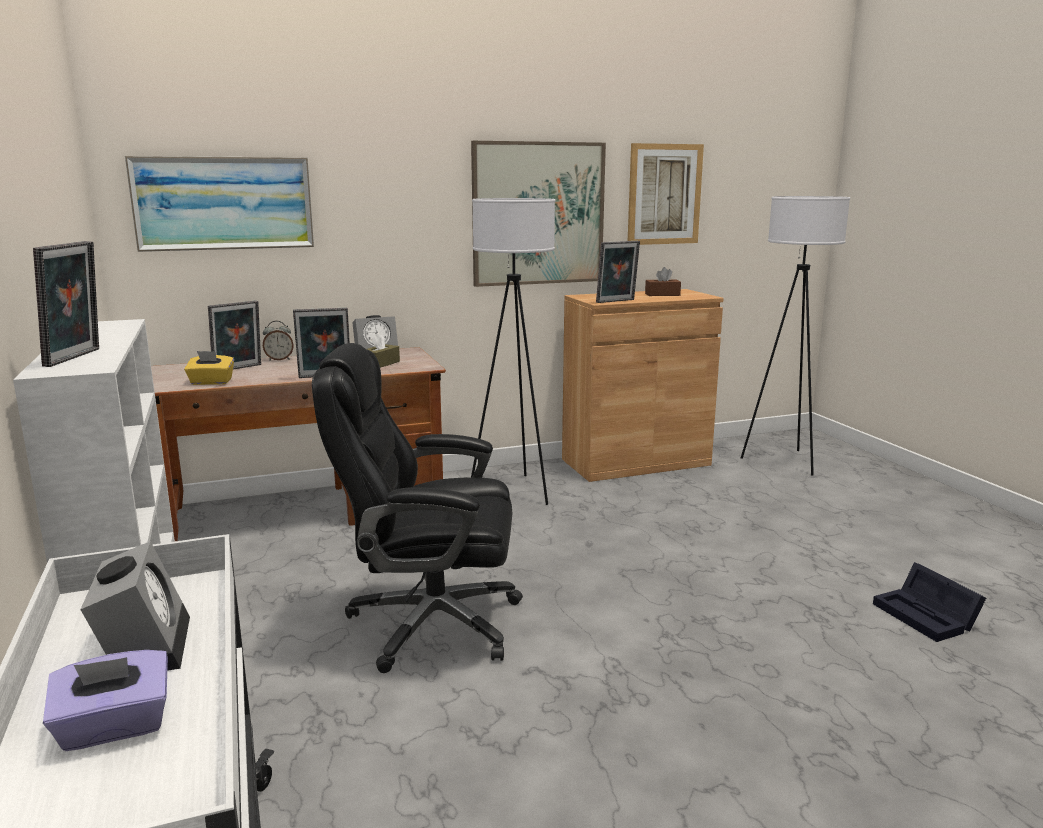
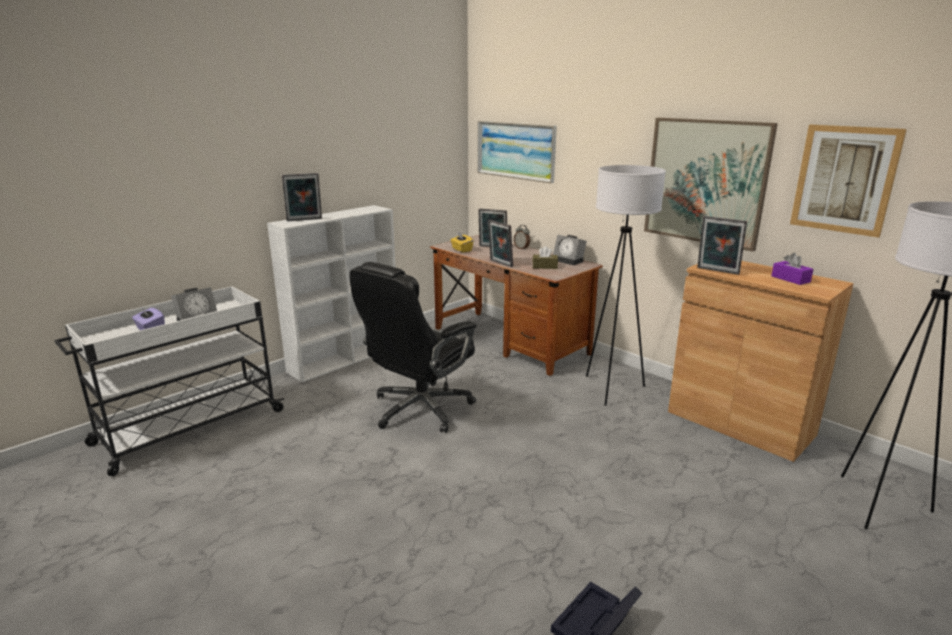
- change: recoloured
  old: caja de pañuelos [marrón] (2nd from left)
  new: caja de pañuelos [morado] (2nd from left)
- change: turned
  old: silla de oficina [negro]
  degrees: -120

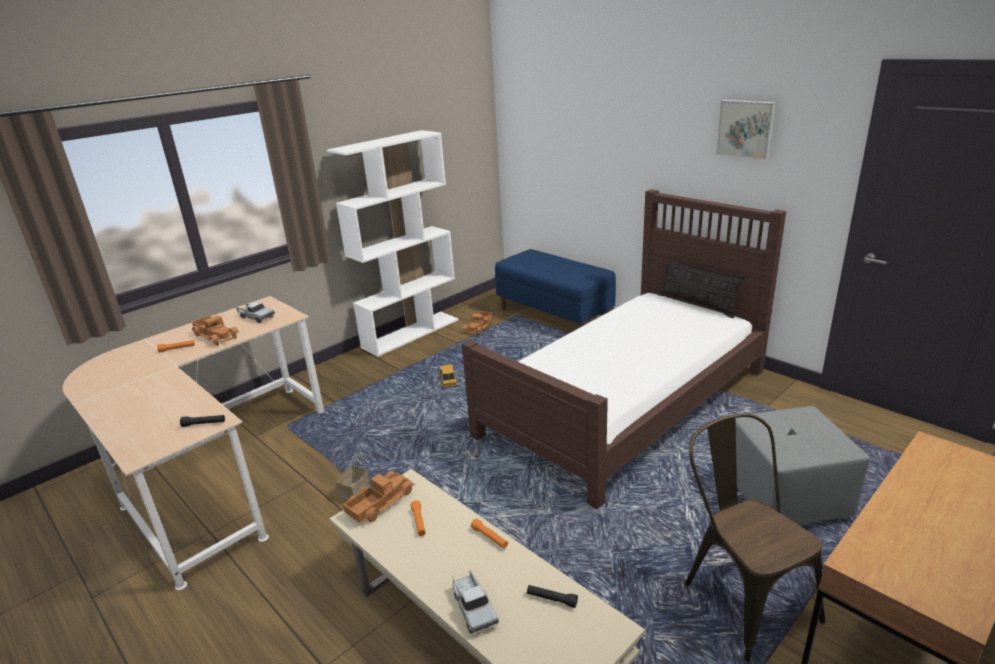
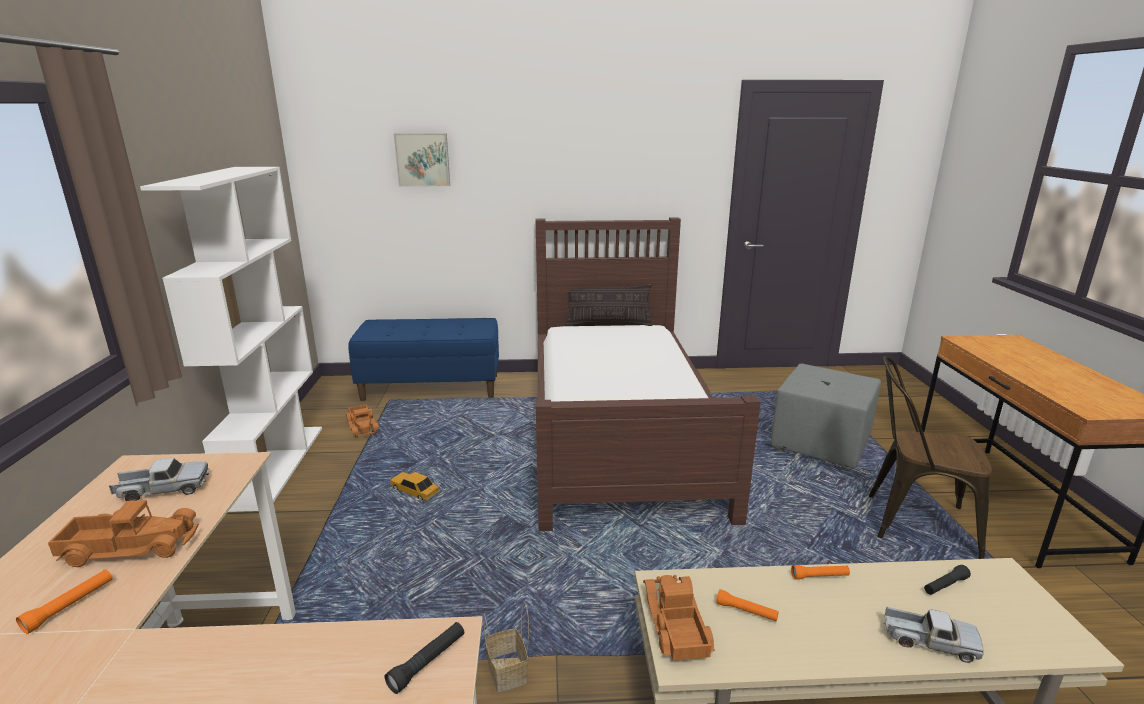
- change: moved
  old: cuadro

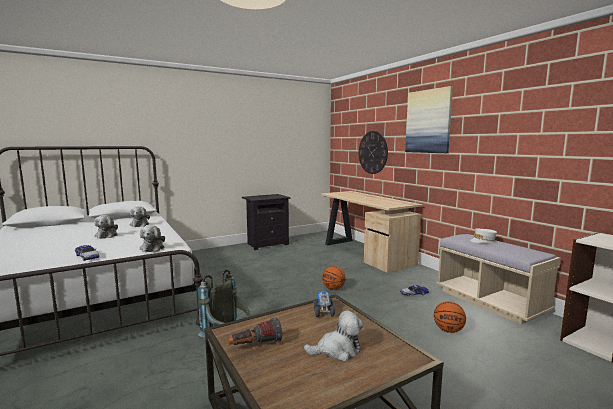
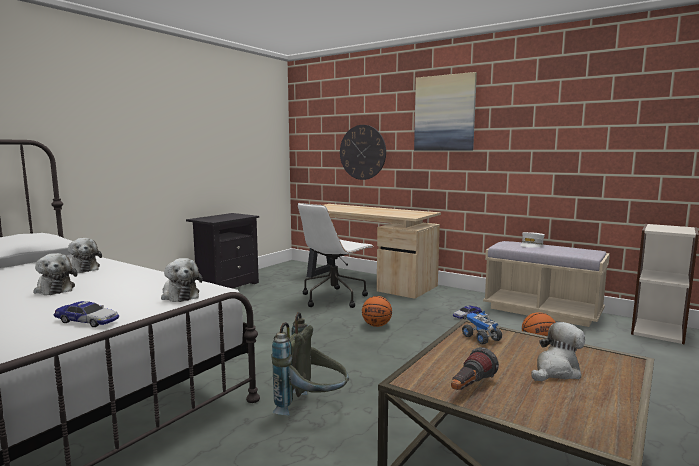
- change: added
  new: silla de oficina [blanco]

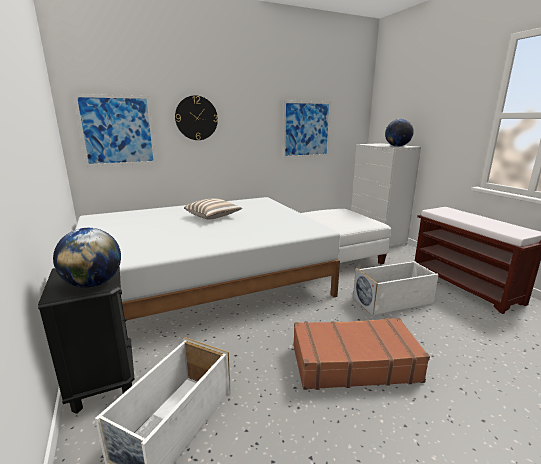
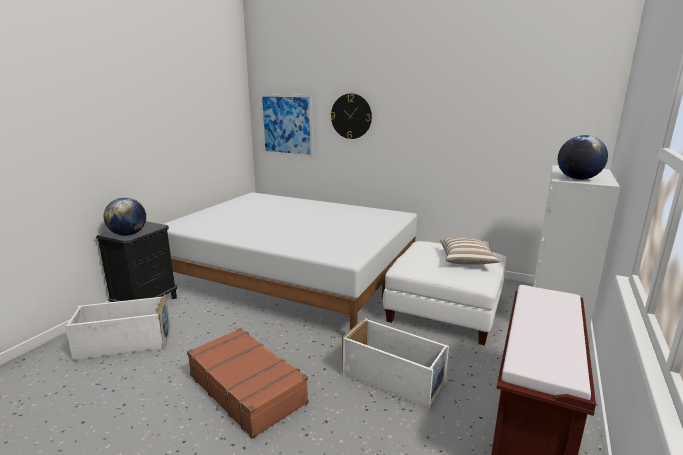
- change: removed
  old: cuadro (2nd from left)
- change: moved
  old: cojín

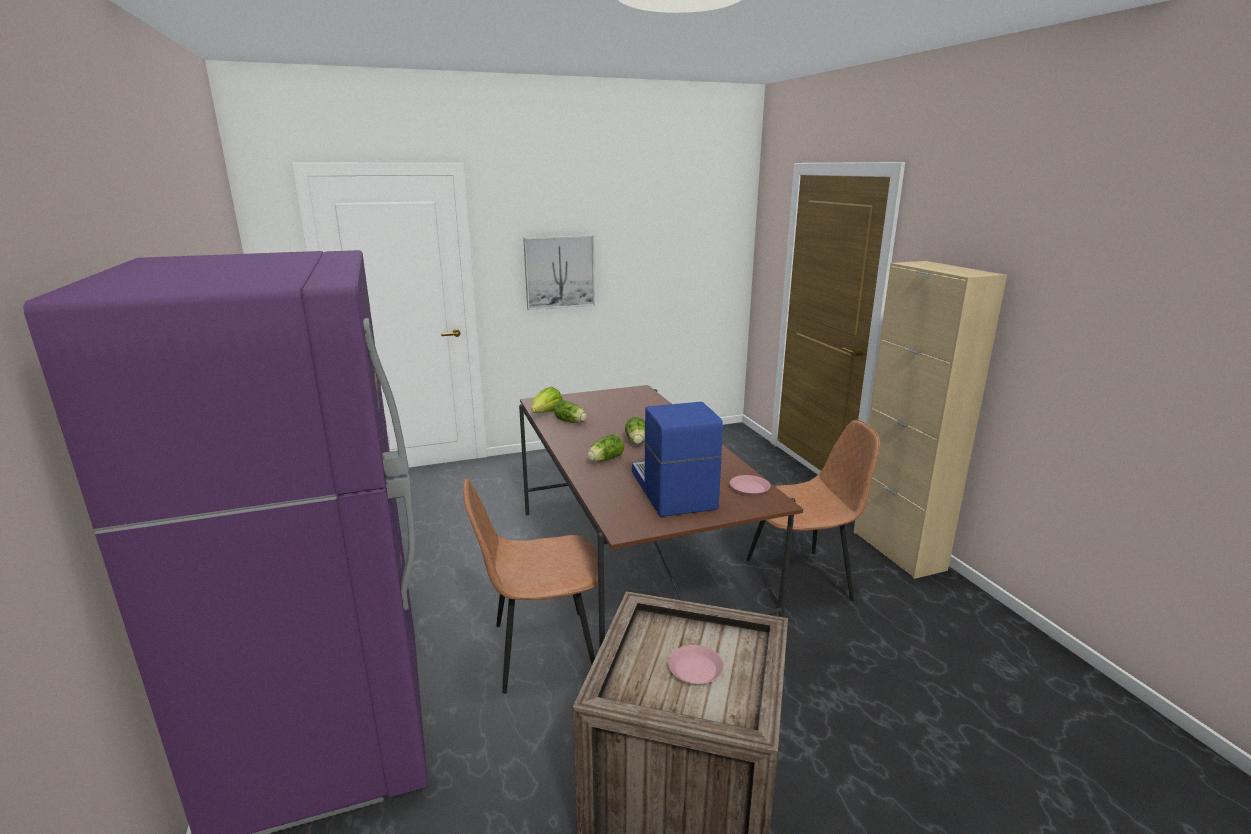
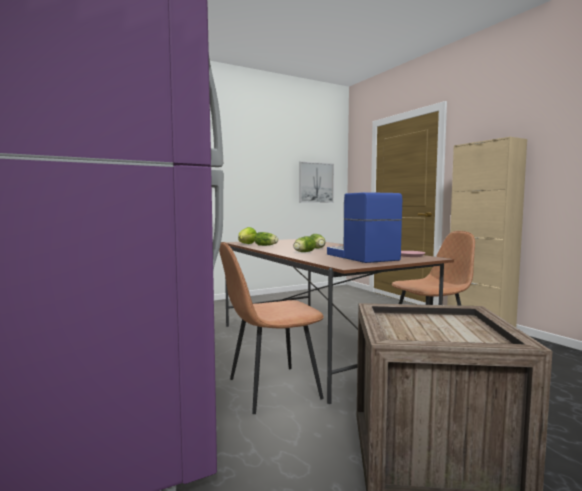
- change: moved
  old: cuadro
- change: removed
  old: plato [rosa] (1st from left)

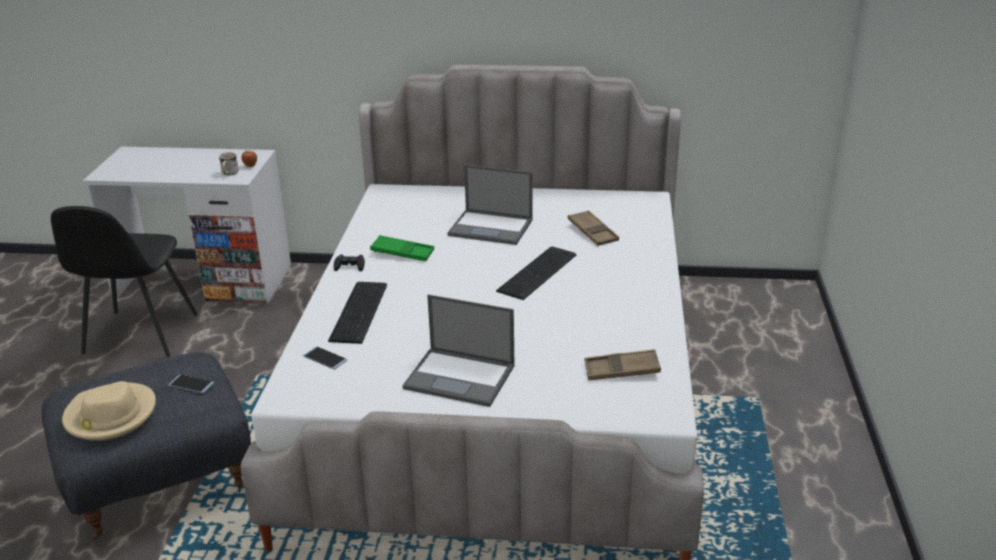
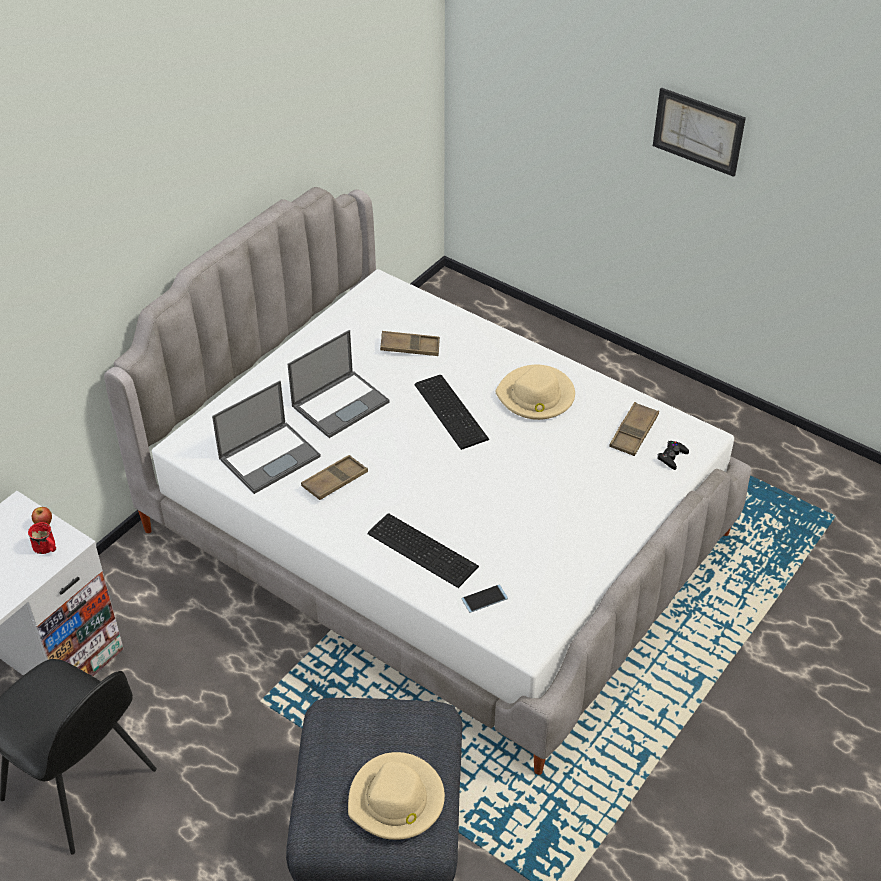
- change: recoloured
  old: taza grande [blanco]
  new: taza grande [rojo]
- change: recoloured
  old: bandeja [verde]
  new: bandeja [marrón] (1st from left)
- change: moved
  old: mando de consola [negro]
- change: moved
  old: portátil (1st from left)
- change: removed
  old: móvil (1st from left)
- change: added
  new: cuadro
- change: added
  new: sombrero [beis] (2nd from left)

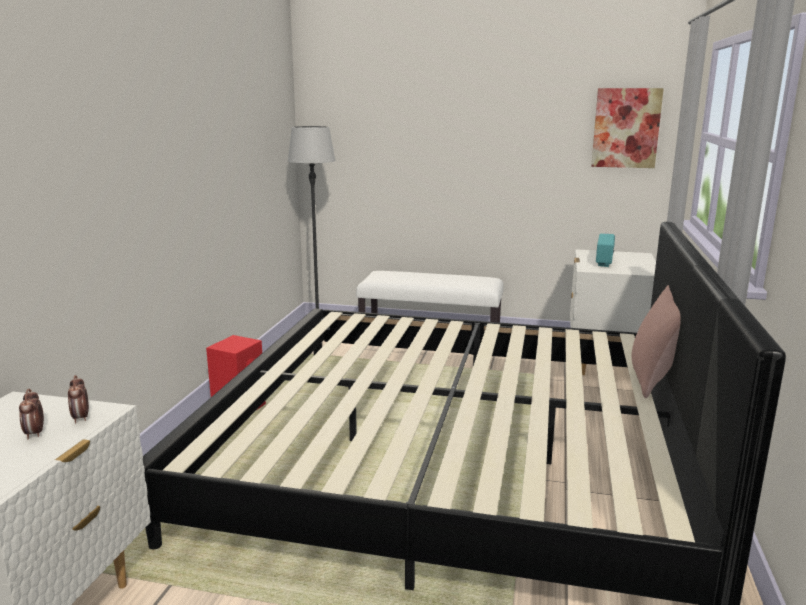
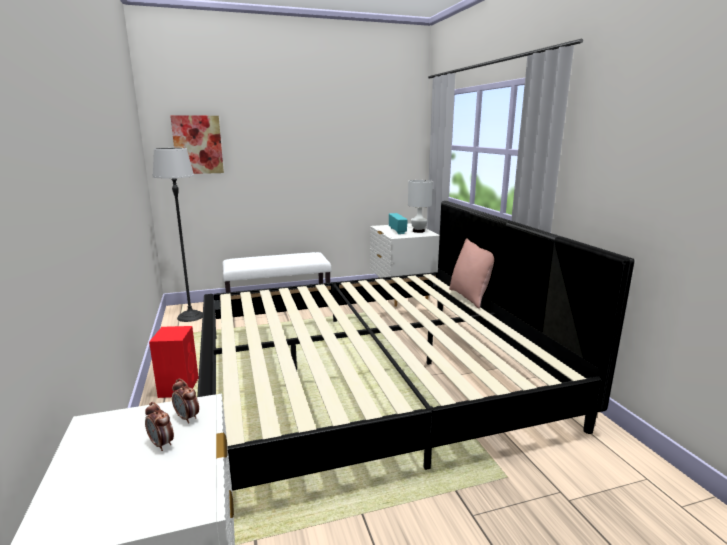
- change: moved
  old: cuadro
- change: added
  new: lámpara de mesa [blanco]

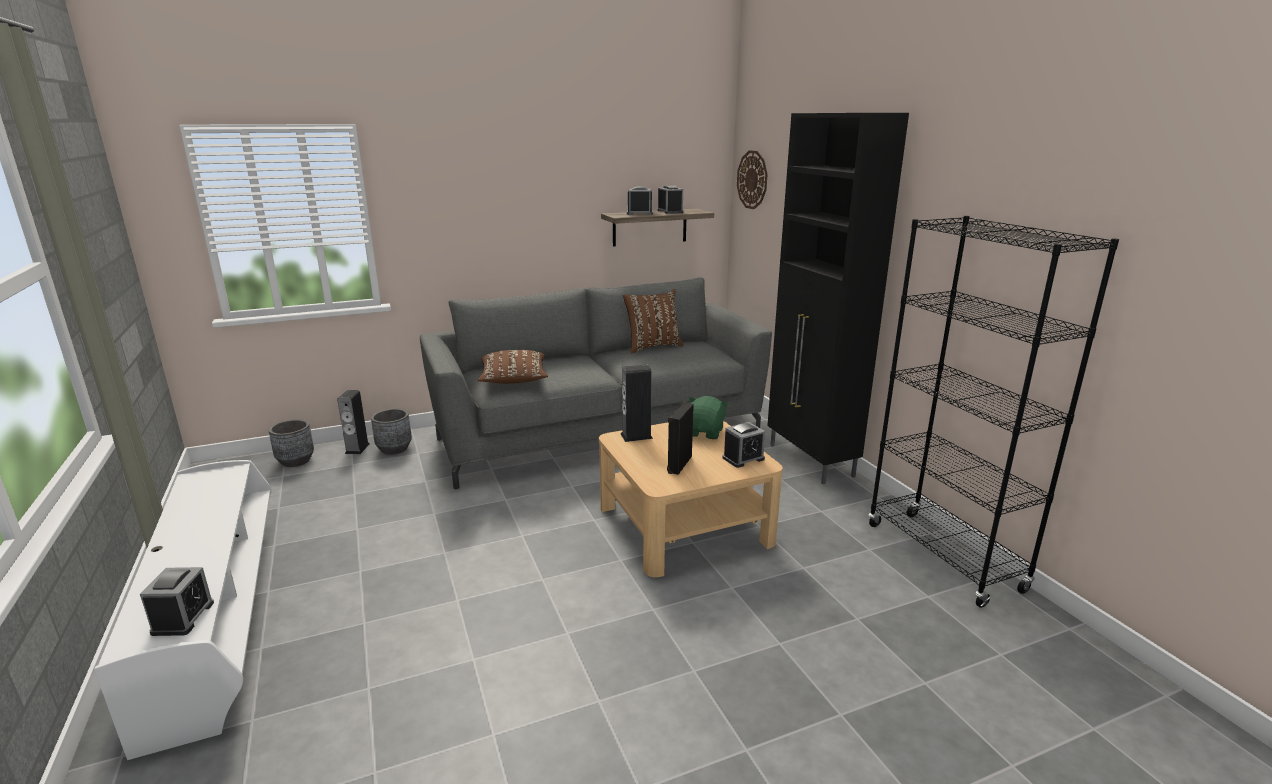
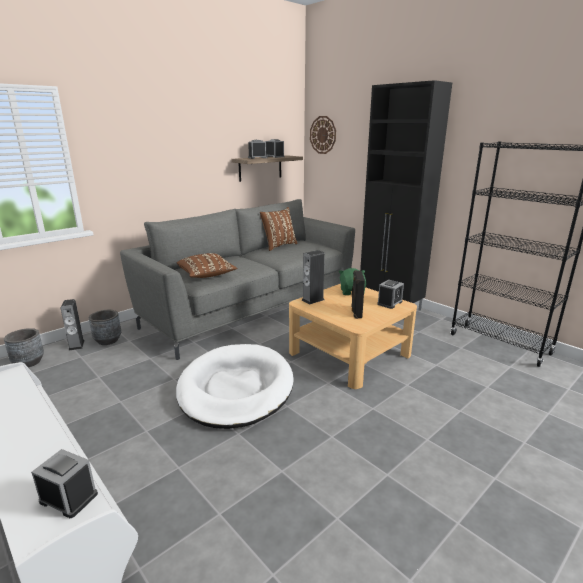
- change: turned
  old: despertador (1st from left)
  degrees: -45
- change: added
  new: cama para perro [blanco]

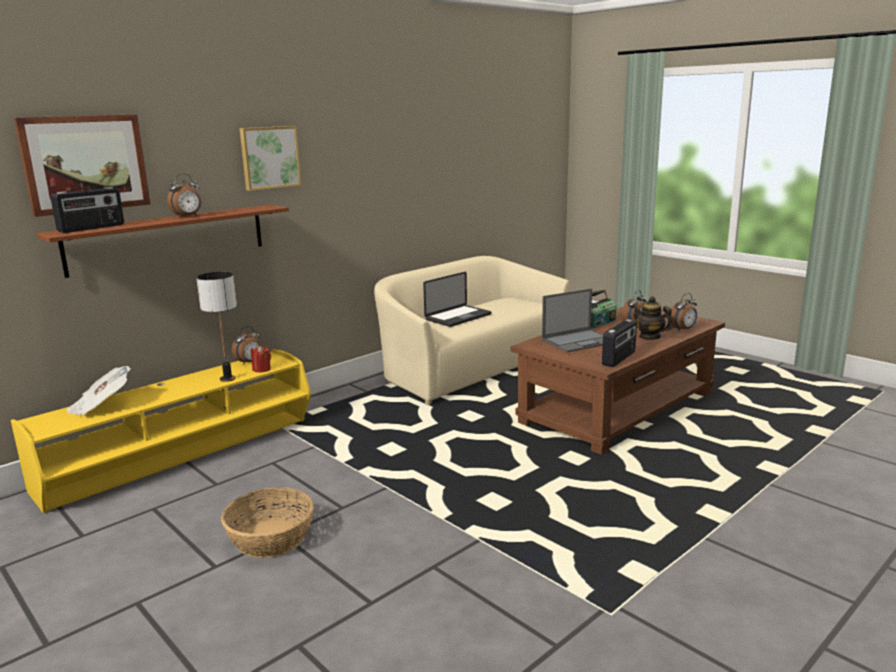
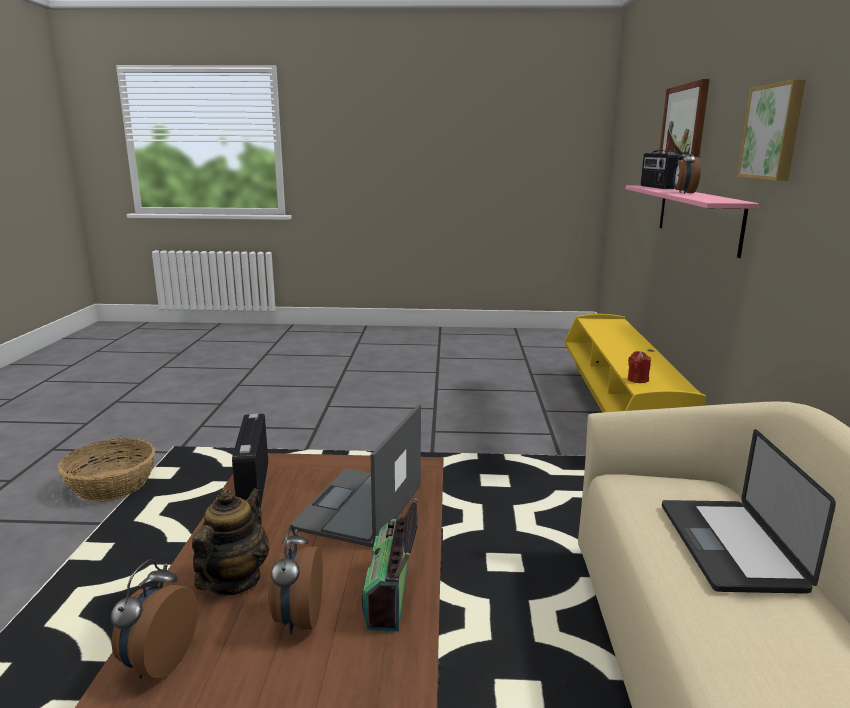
- change: recoloured
  old: estante [marrón]
  new: estante [rosa]
- change: removed
  old: lámpara de mesa
- change: turned
  old: tetera
  degrees: -75
- change: removed
  old: despertador (2nd from left)
- change: removed
  old: periódico
- change: moved
  old: cesta

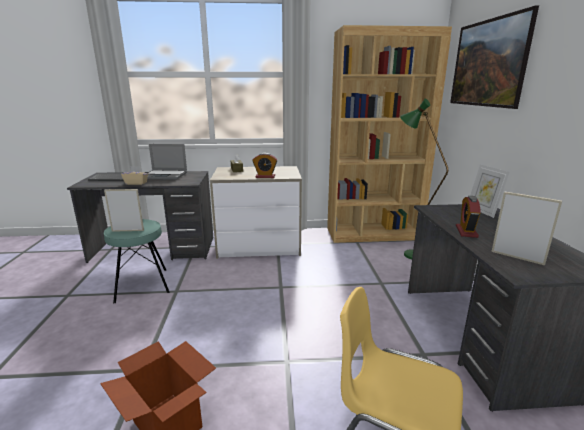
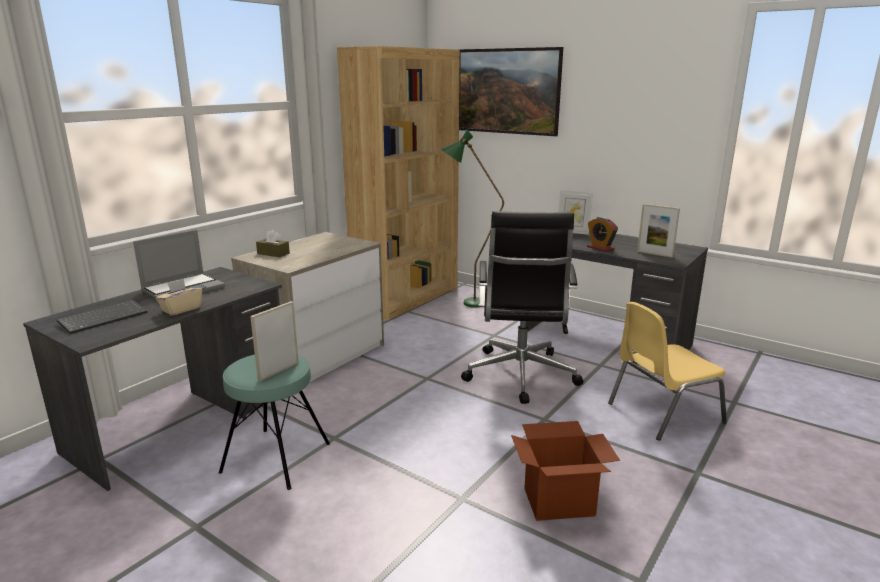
- change: removed
  old: despertador (1st from left)
- change: turned
  old: portarretratos (3rd from left)
  degrees: -135
- change: added
  new: silla de oficina [negro]

